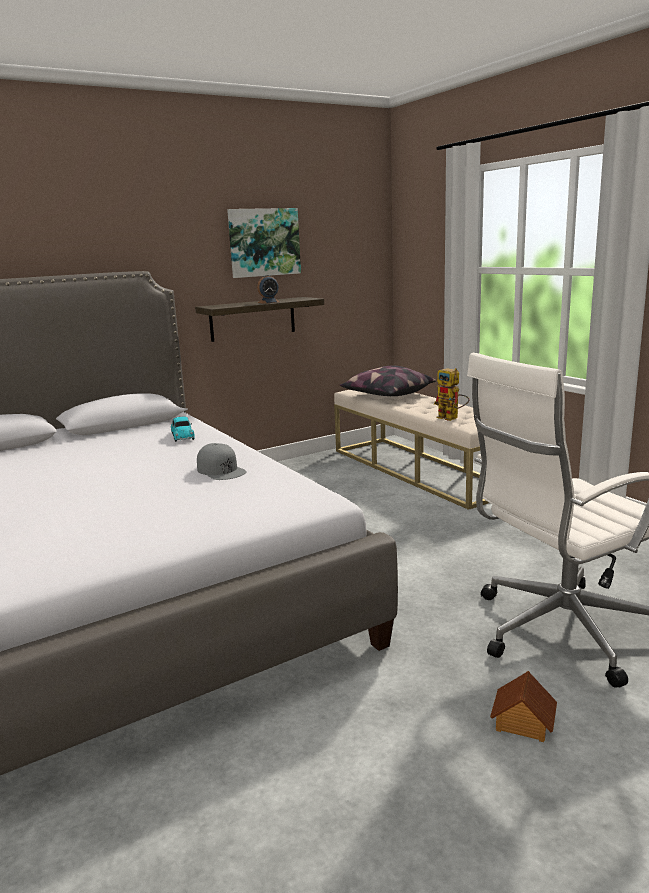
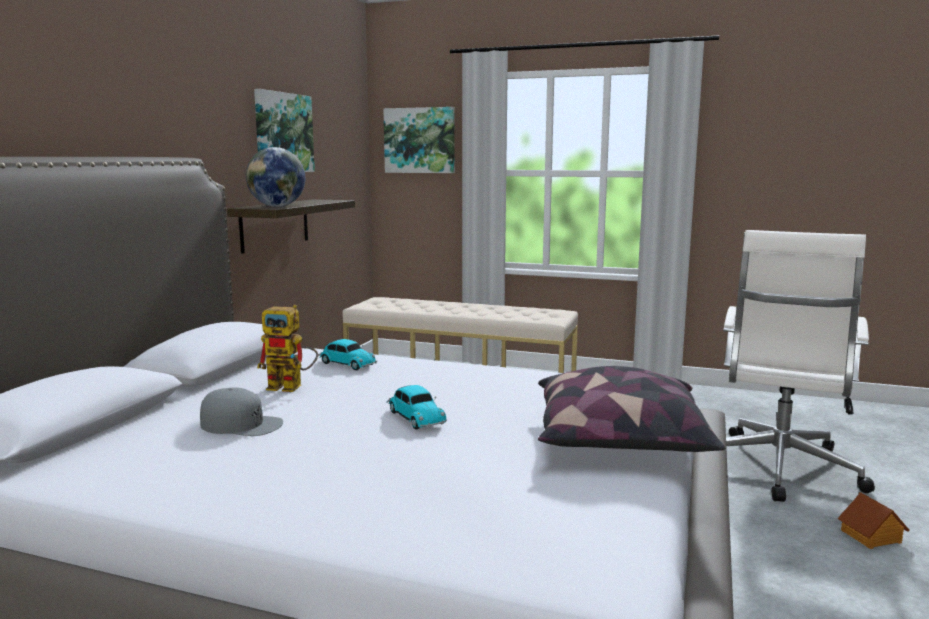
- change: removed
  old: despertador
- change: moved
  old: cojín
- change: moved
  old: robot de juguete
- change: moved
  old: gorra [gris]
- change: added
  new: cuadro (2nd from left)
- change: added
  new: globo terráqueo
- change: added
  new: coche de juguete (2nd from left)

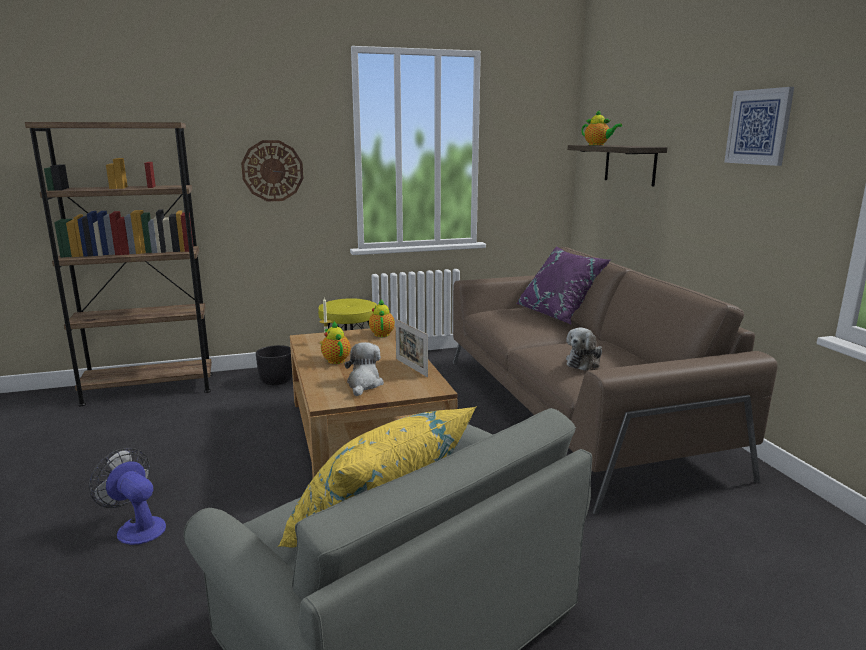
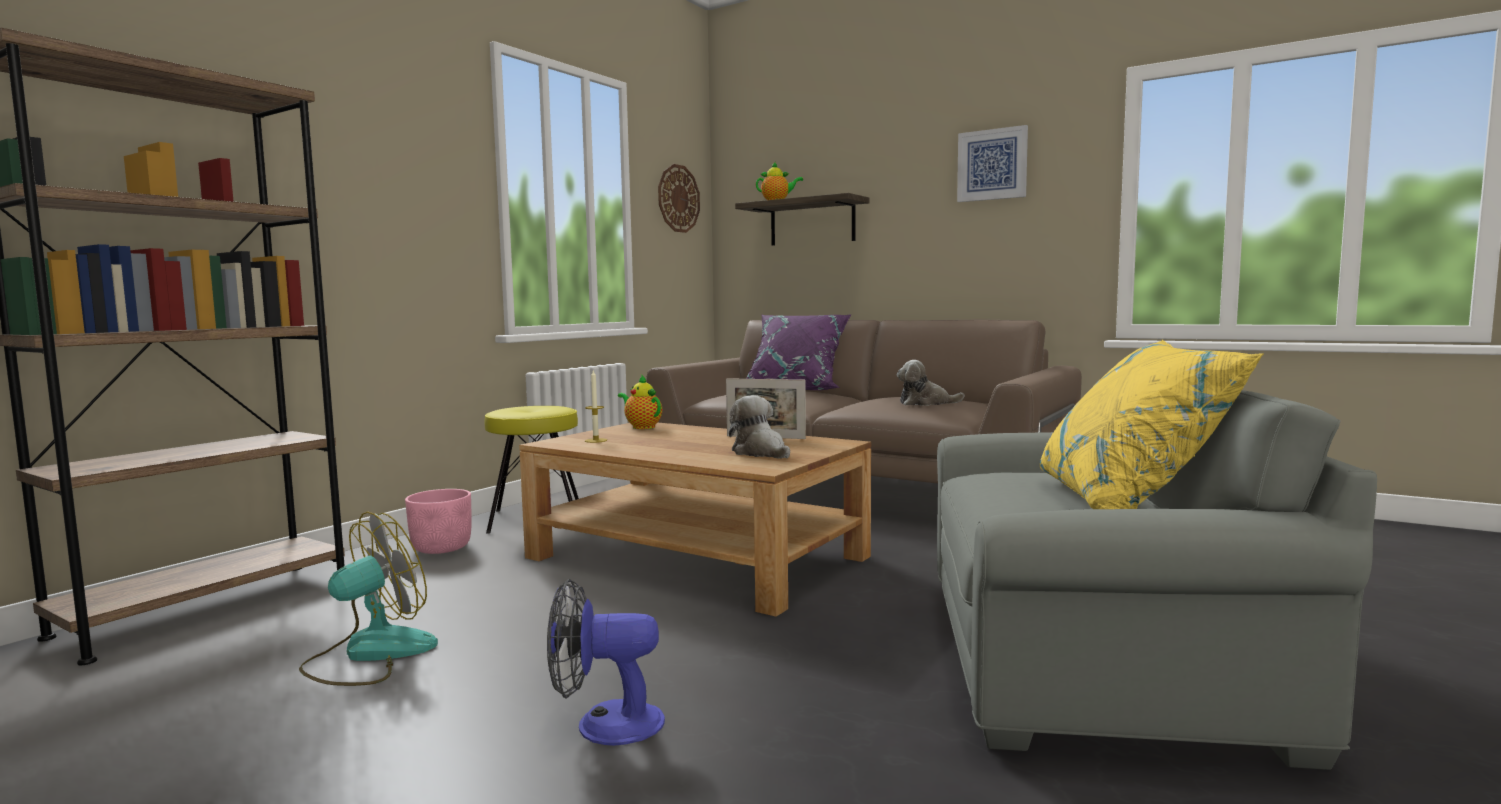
- change: moved
  old: reloj de pared
- change: removed
  old: tetera (1st from left)
- change: turned
  old: peluche (2nd from left)
  degrees: 90
- change: recoloured
  old: maceta [negro]
  new: maceta [rosa]
- change: added
  new: ventilador (1st from left)

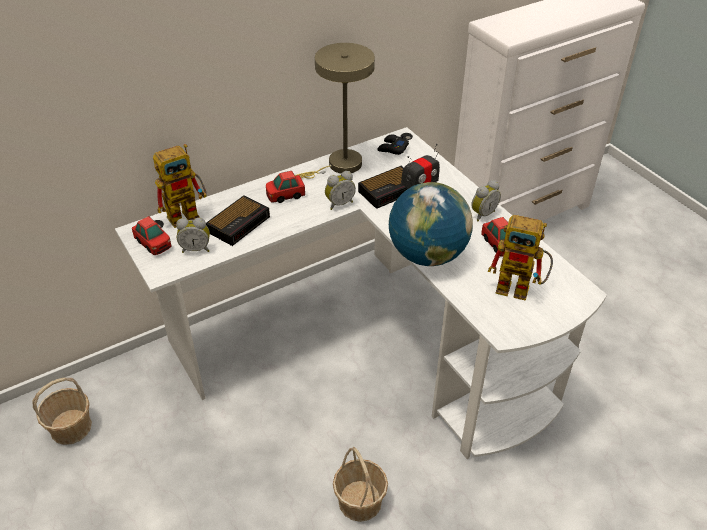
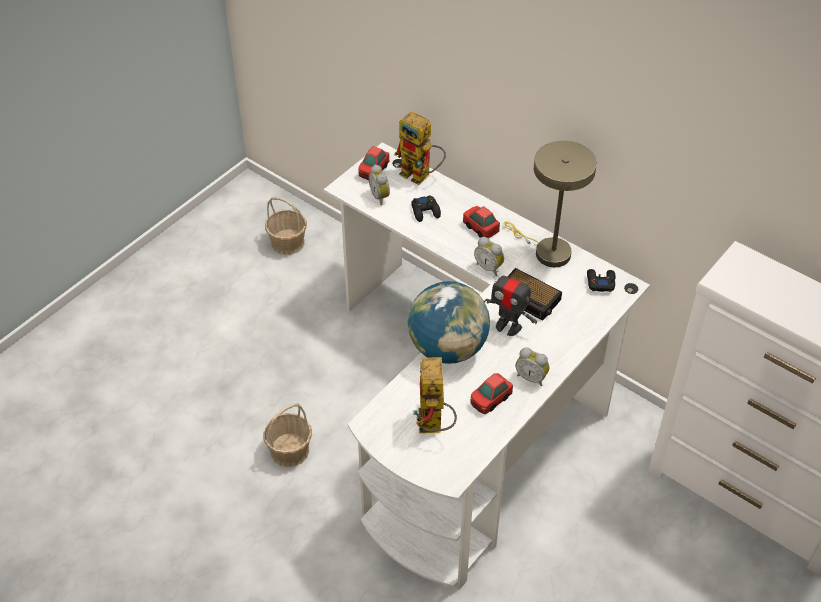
- change: replaced
  old: despertador (2nd from left)
  new: mando de consola [negro] (1st from left)

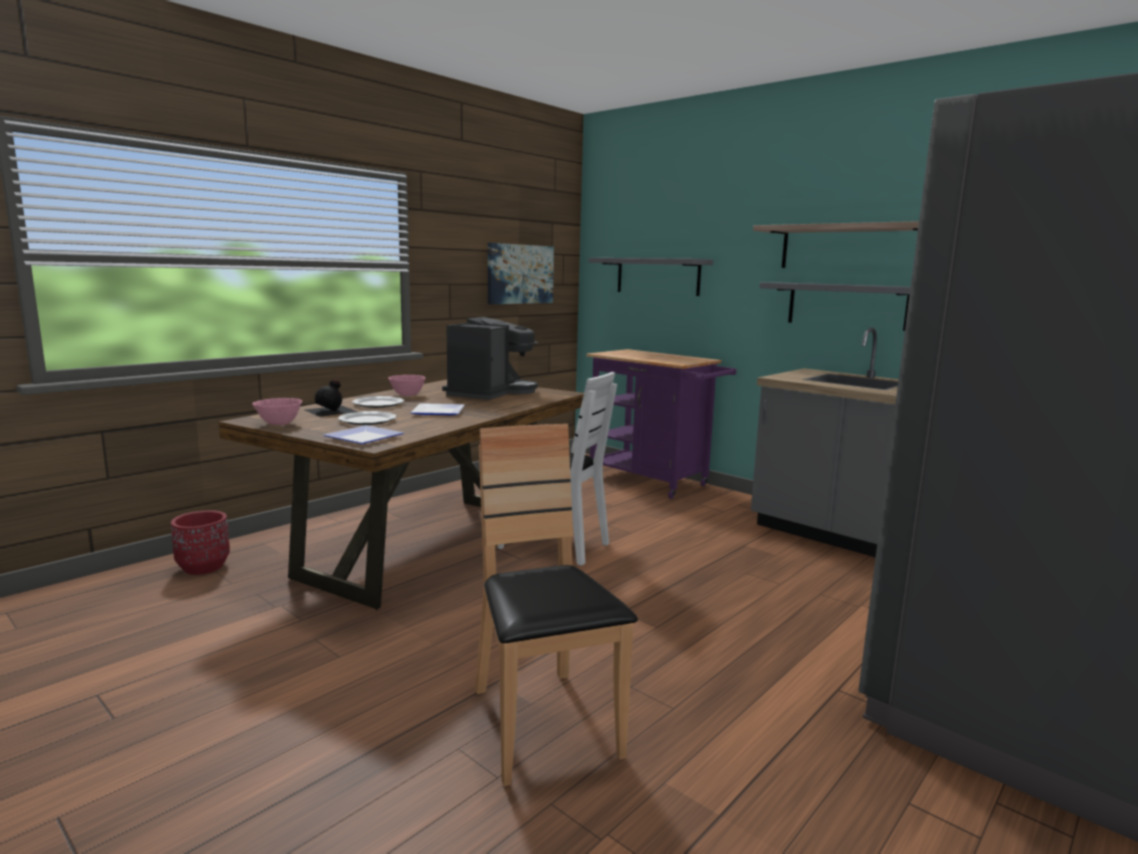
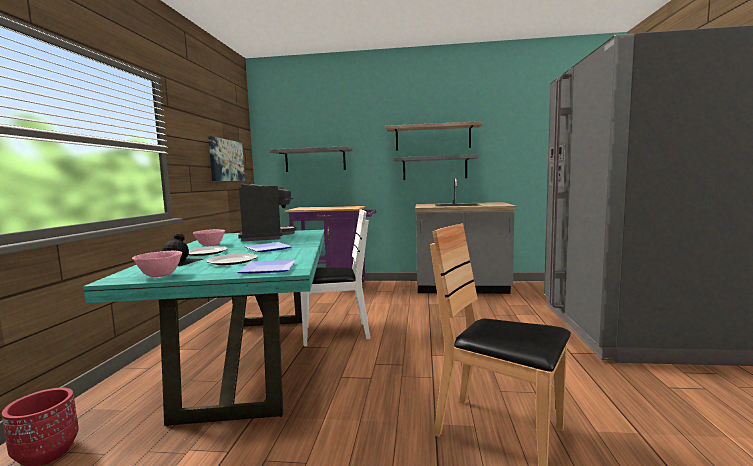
- change: recoloured
  old: mesa de comedor [marrón]
  new: mesa de comedor [turquesa]

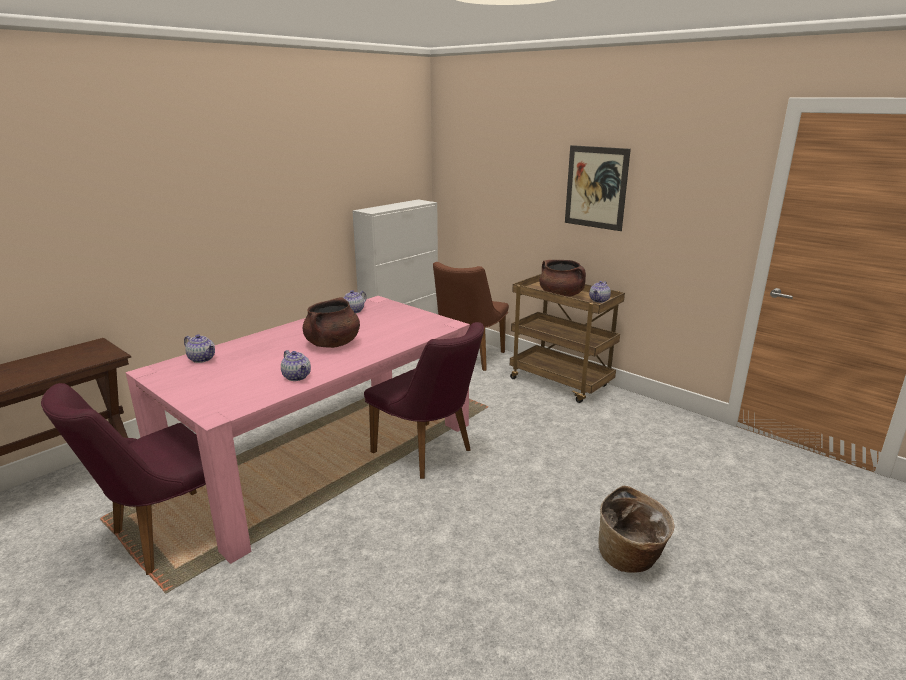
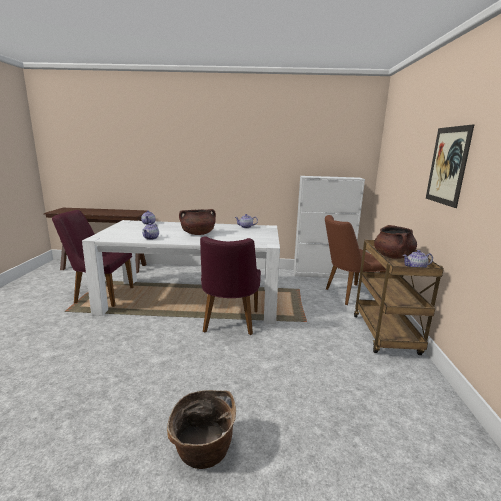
- change: recoloured
  old: mesa de comedor [rosa]
  new: mesa de comedor [blanco]

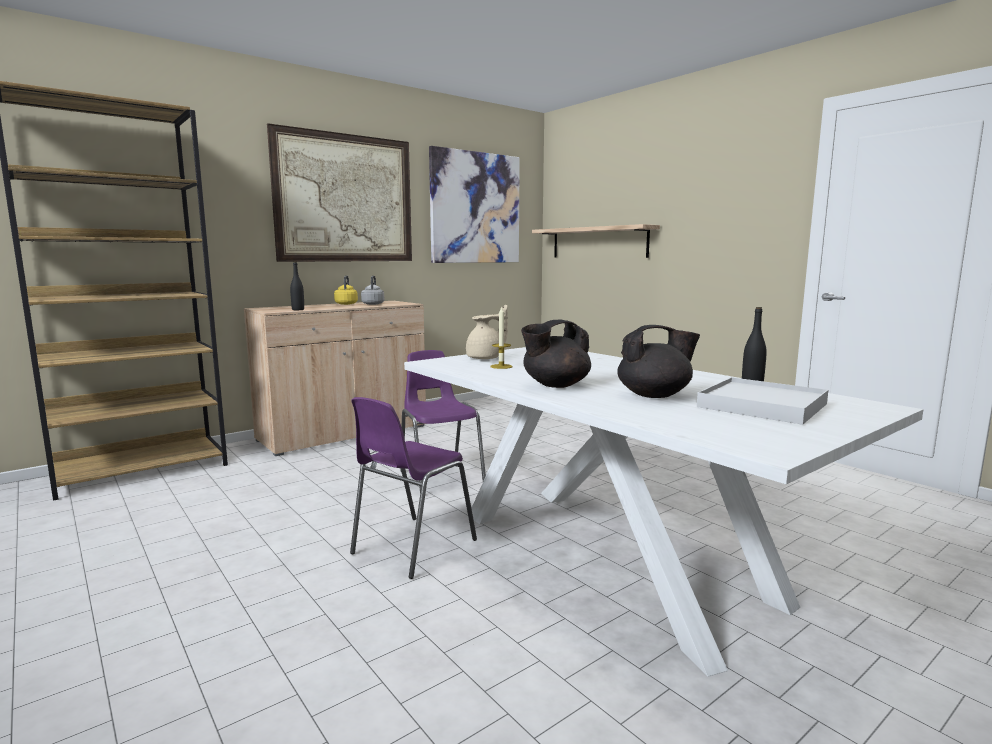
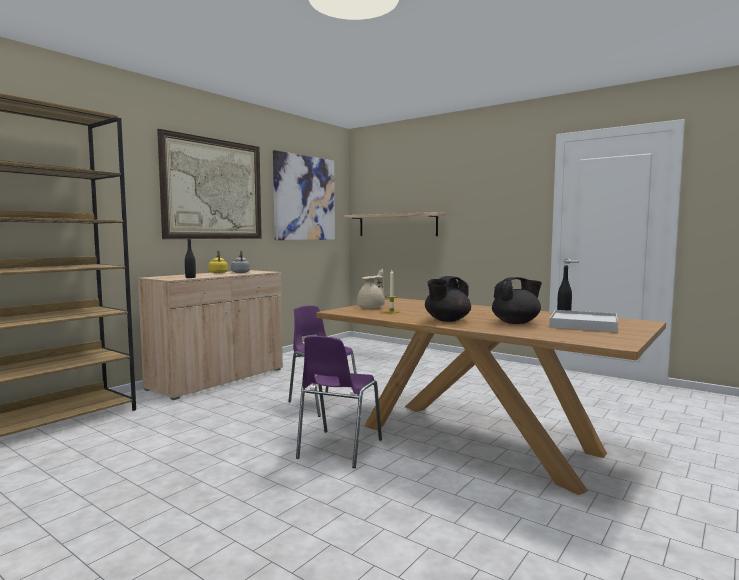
- change: recoloured
  old: mesa de comedor [blanco]
  new: mesa de comedor [marrón]

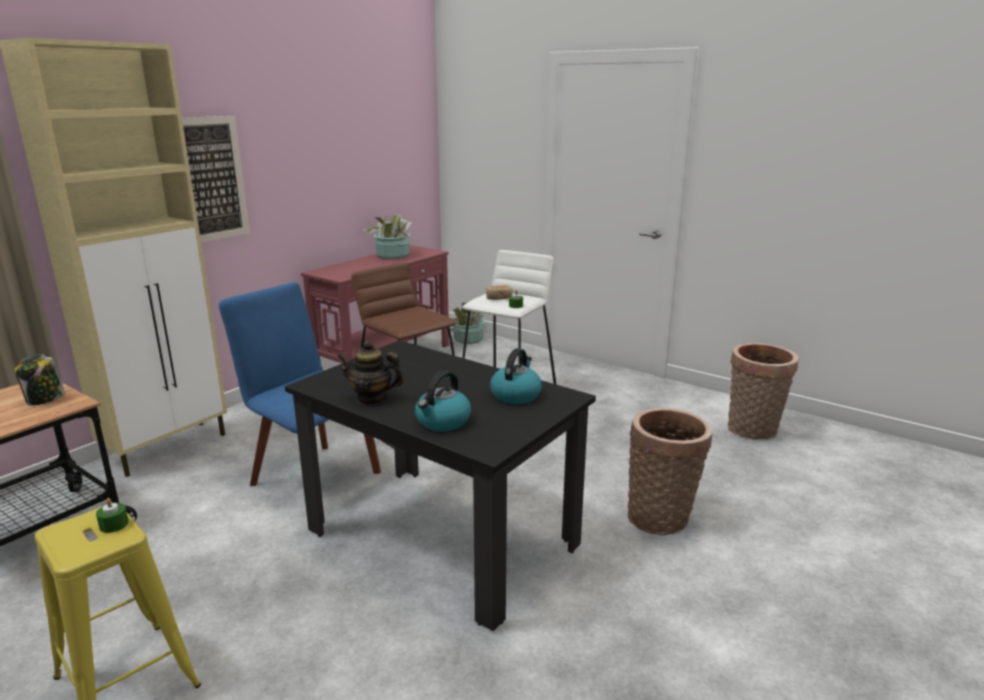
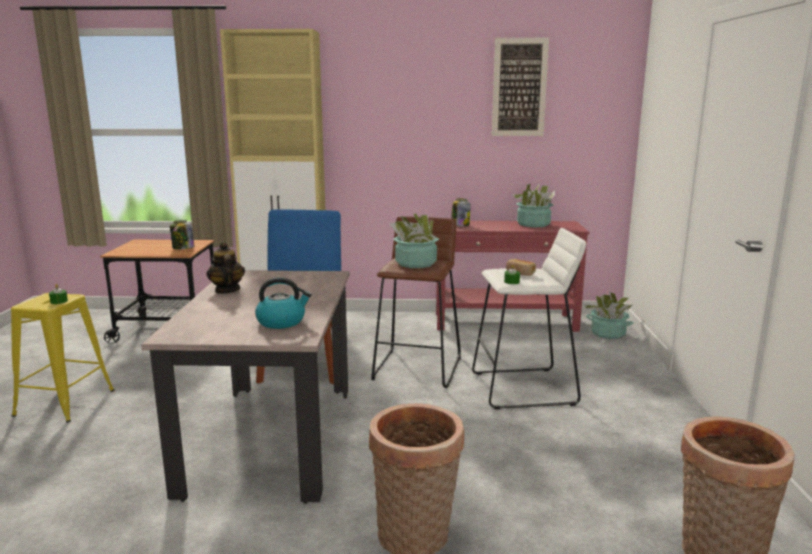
- change: moved
  old: cuadro
- change: recoloured
  old: mesa de comedor [negro]
  new: mesa de comedor [beis]
- change: removed
  old: hervidor (1st from left)
- change: added
  new: tarro (2nd from left)
- change: added
  new: planta en maceta (1st from left)

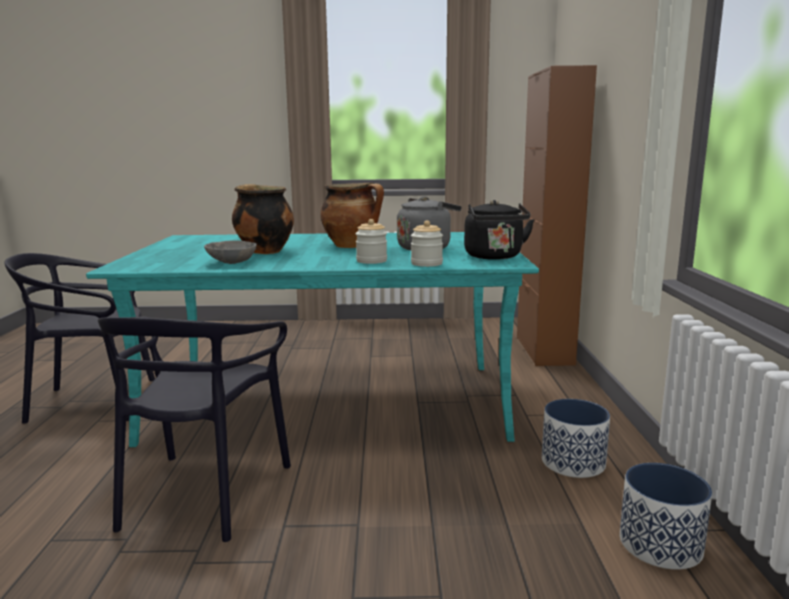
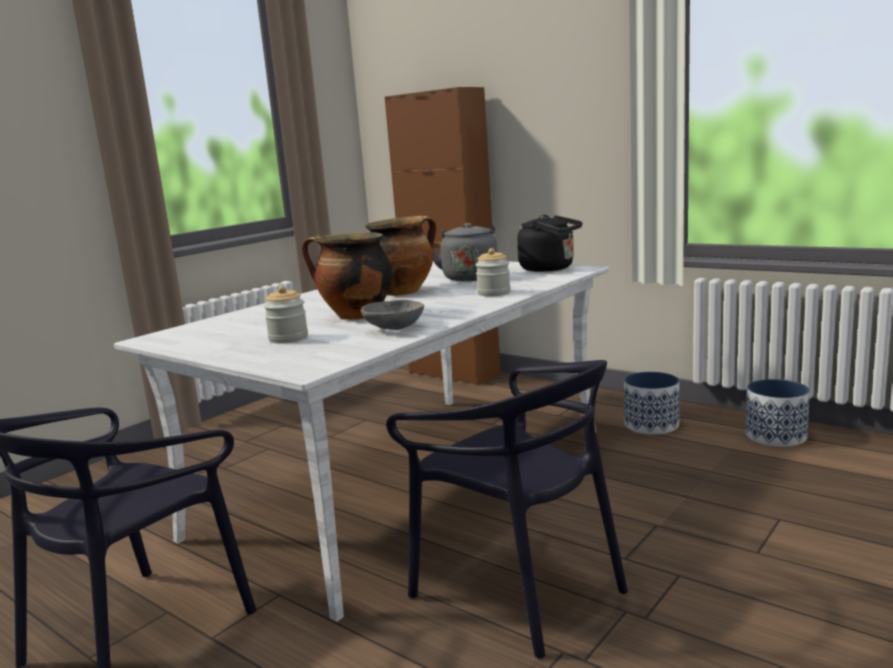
- change: moved
  old: tarro (2nd from left in the first image)
  new: tarro (1st from left)
- change: recoloured
  old: mesa de comedor [turquesa]
  new: mesa de comedor [blanco]

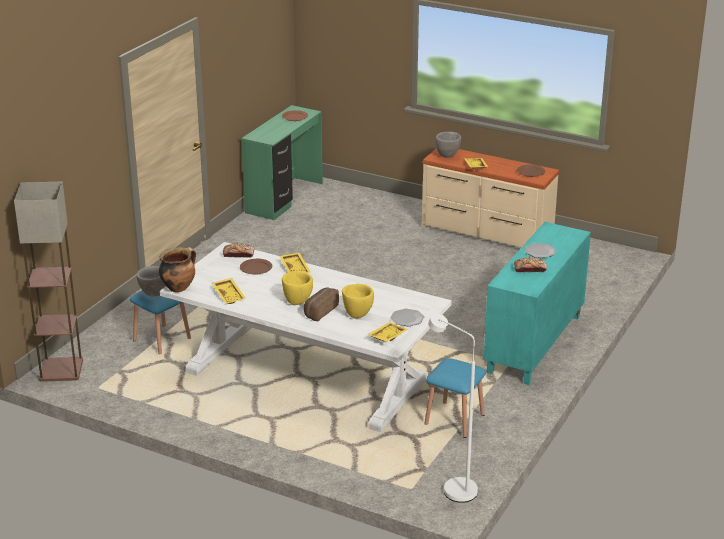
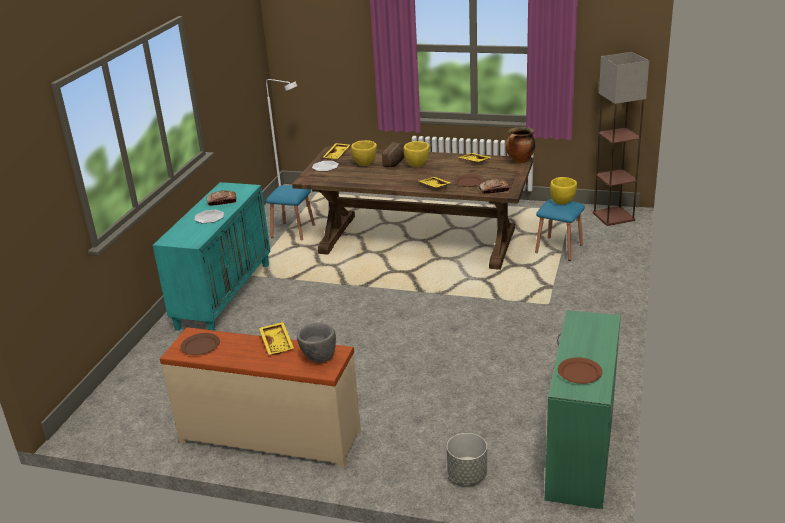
- change: recoloured
  old: mesa de comedor [blanco]
  new: mesa de comedor [marrón]
- change: recoloured
  old: cuenco [gris] (1st from left)
  new: cuenco [amarillo] (3rd from left)
- change: added
  new: maceta [gris]

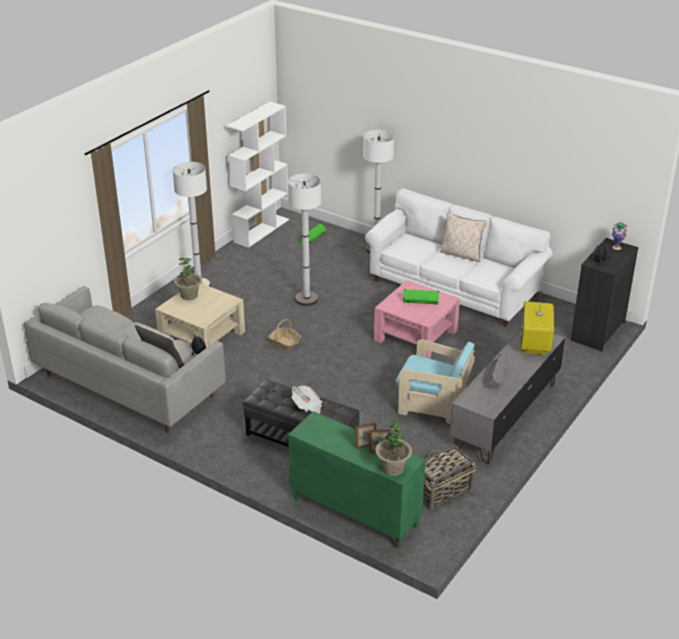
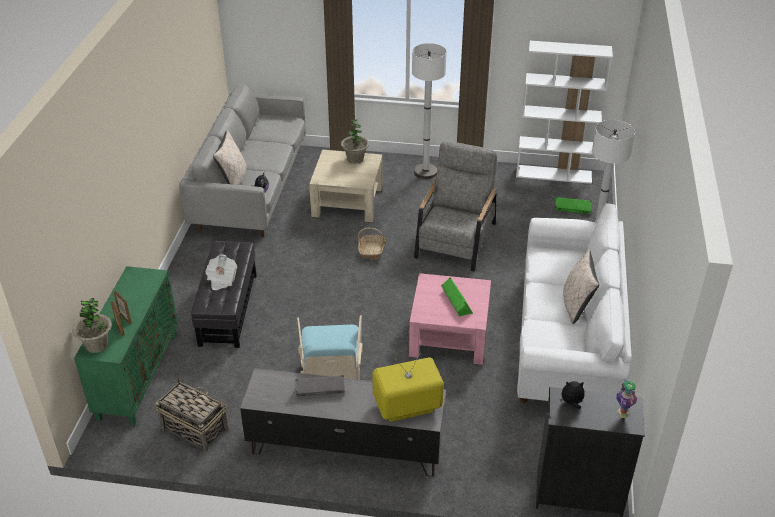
- change: replaced
  old: lámpara de pie [blanco] (2nd from left)
  new: sillón [gris]

